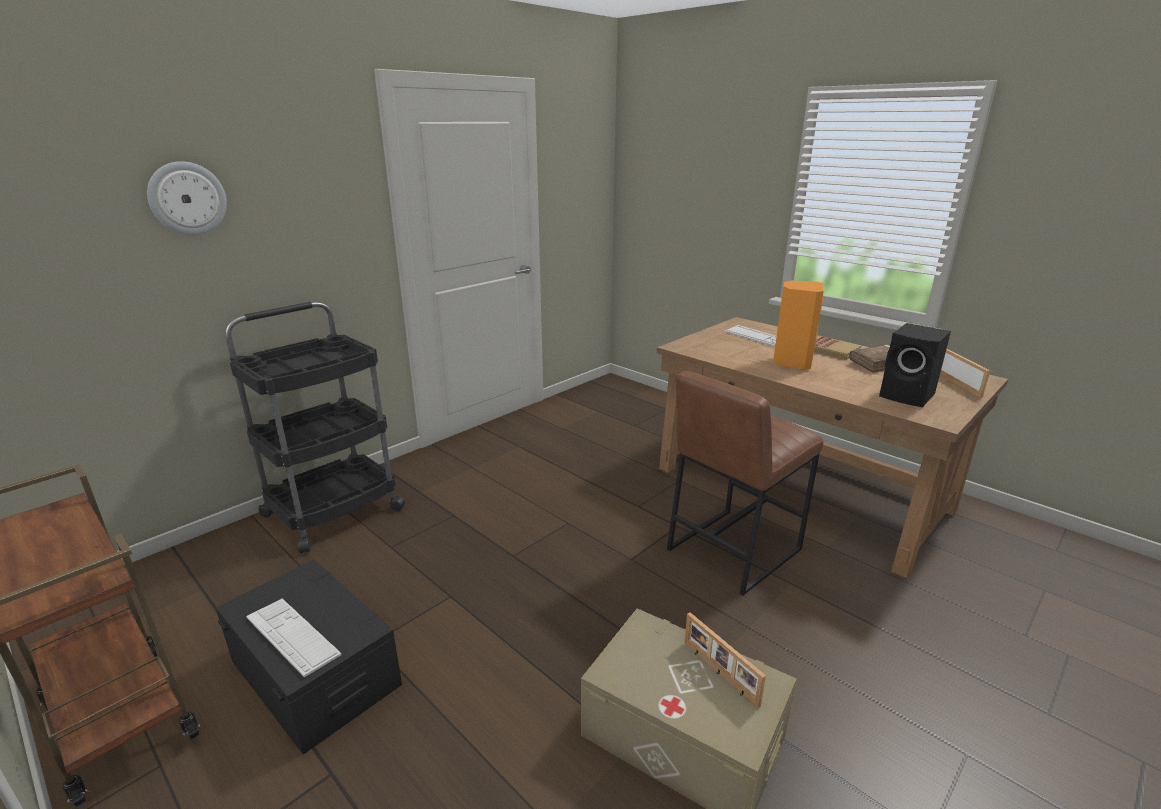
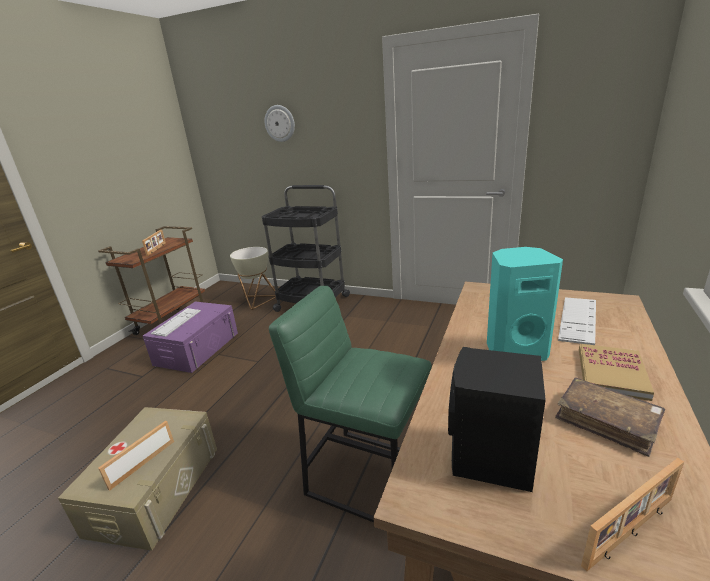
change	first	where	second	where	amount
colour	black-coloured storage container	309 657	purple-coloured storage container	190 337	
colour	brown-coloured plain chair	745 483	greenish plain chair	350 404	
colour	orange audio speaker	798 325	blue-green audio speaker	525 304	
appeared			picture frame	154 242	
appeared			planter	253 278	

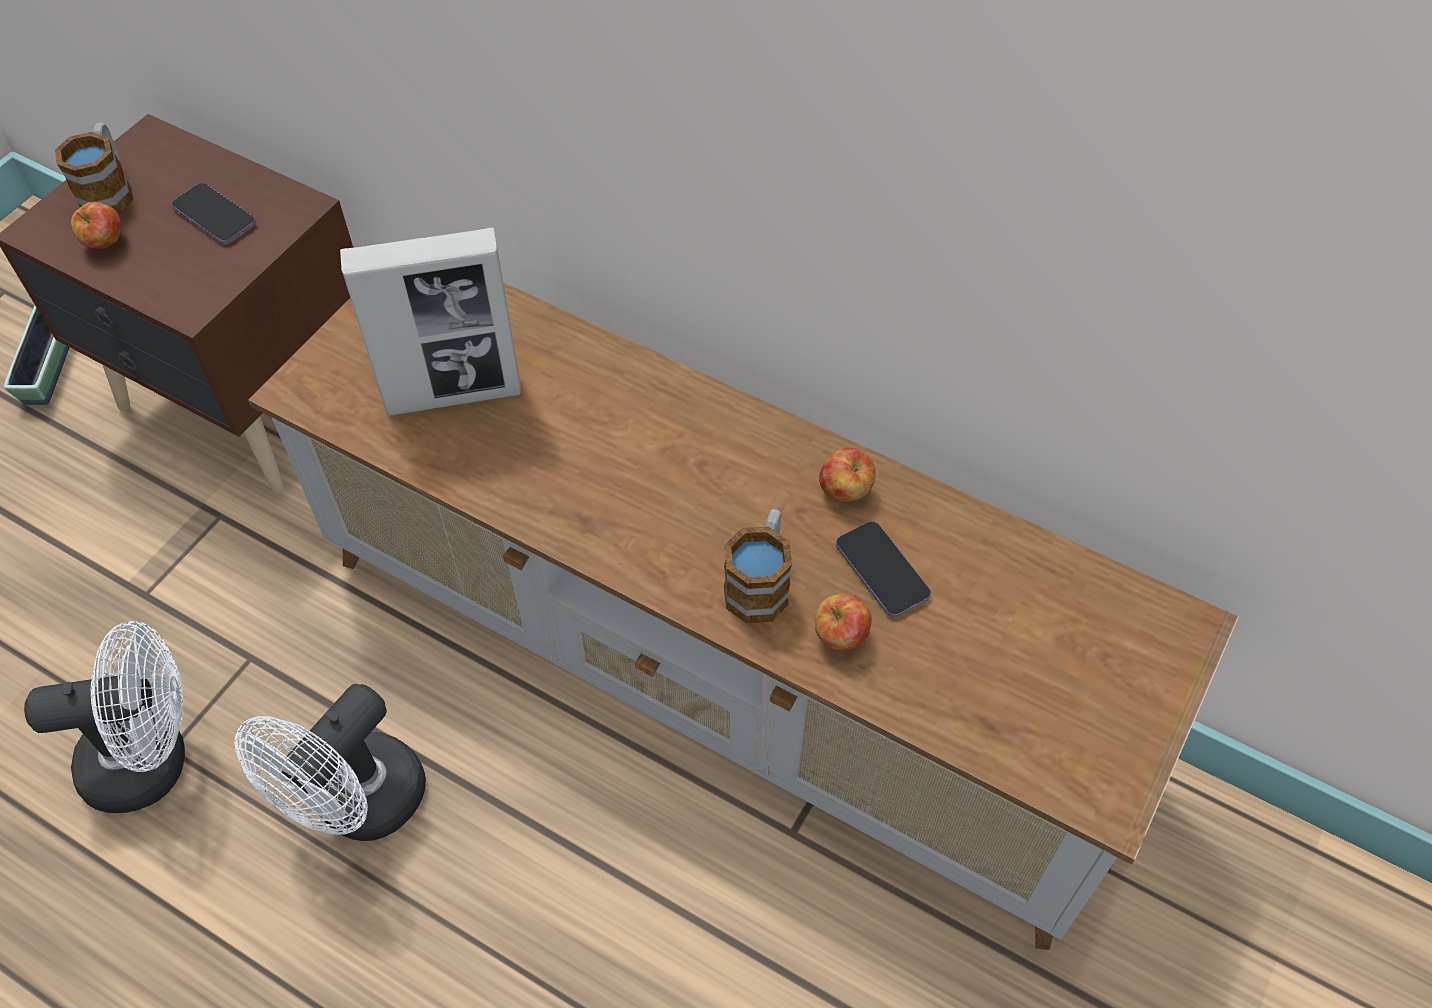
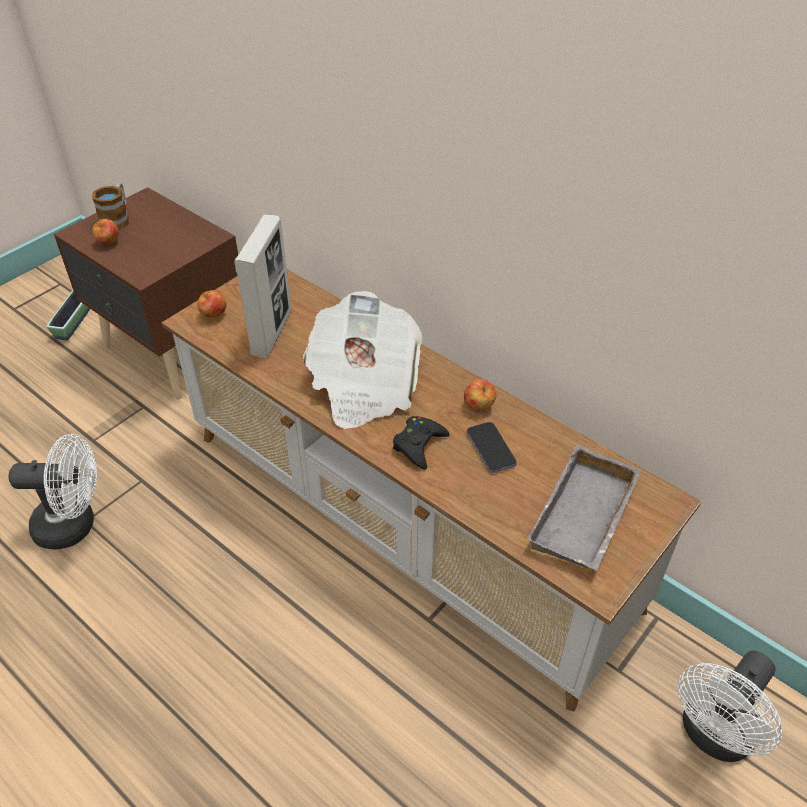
change	first	where	second	where	amount
missing	telephone	214 213			
relocated	white-coloured electric fan	330 762		730 706	
spun	picture frame	431 322		263 286	75 degrees counterclockwise
exchanged	mug	758 566	black-coloured gamepad	421 443	
relocated	apple fruit	843 621		212 303	
appeared			newspaper	363 360	
appeared			gray carrying tray	584 508	

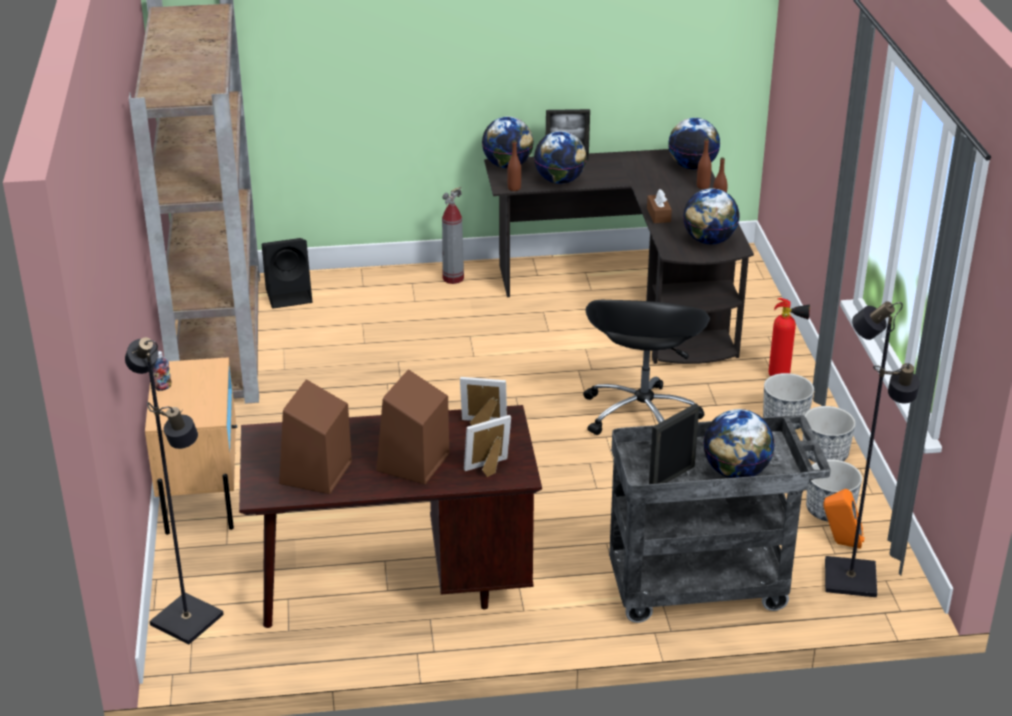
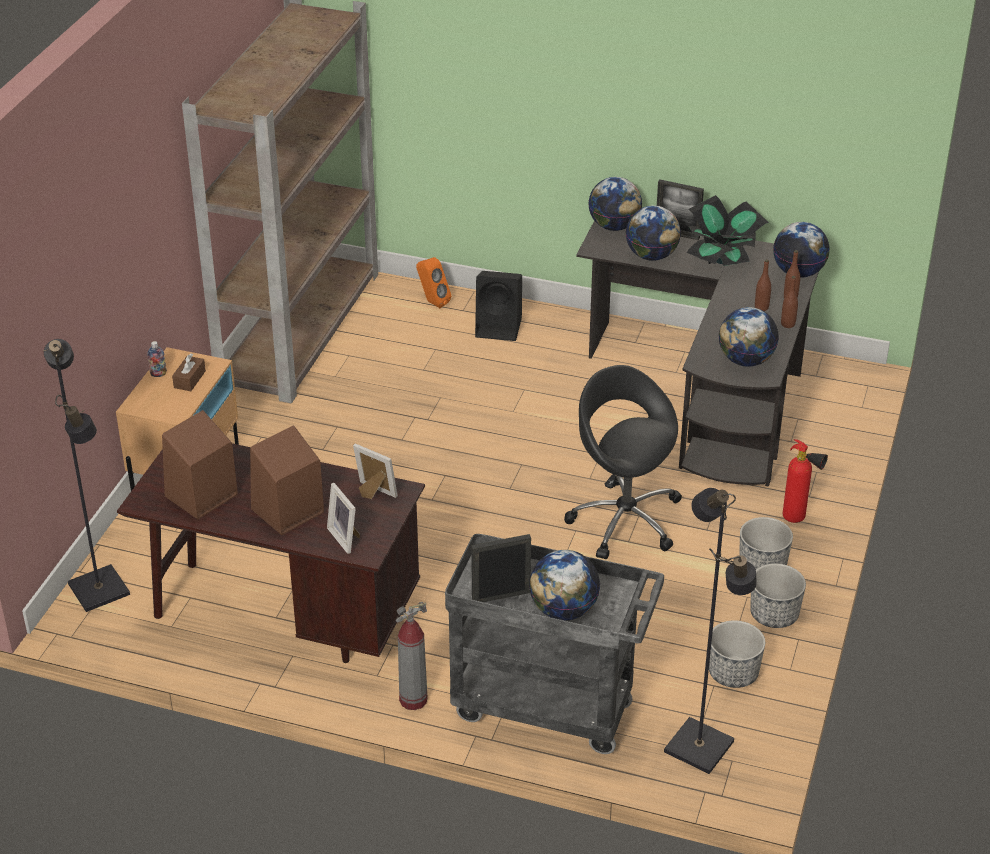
change	first	where	second	where	amount
relocated	black-coloured audio speaker	287 273		498 306	
relocated	fire-fighting cylinder	453 235		412 656	
spun	picture frame	487 446		343 518	120 degrees counterclockwise
relocated	brown-coloured beverage bottle	514 165		763 285	
spun	black-coloured computer chair	646 367		623 462	90 degrees clockwise
relocated	brown-coloured box of tissues	659 206		189 372	
relocated	orange audio speaker	844 519		433 282	
appeared			houseplant	728 230	

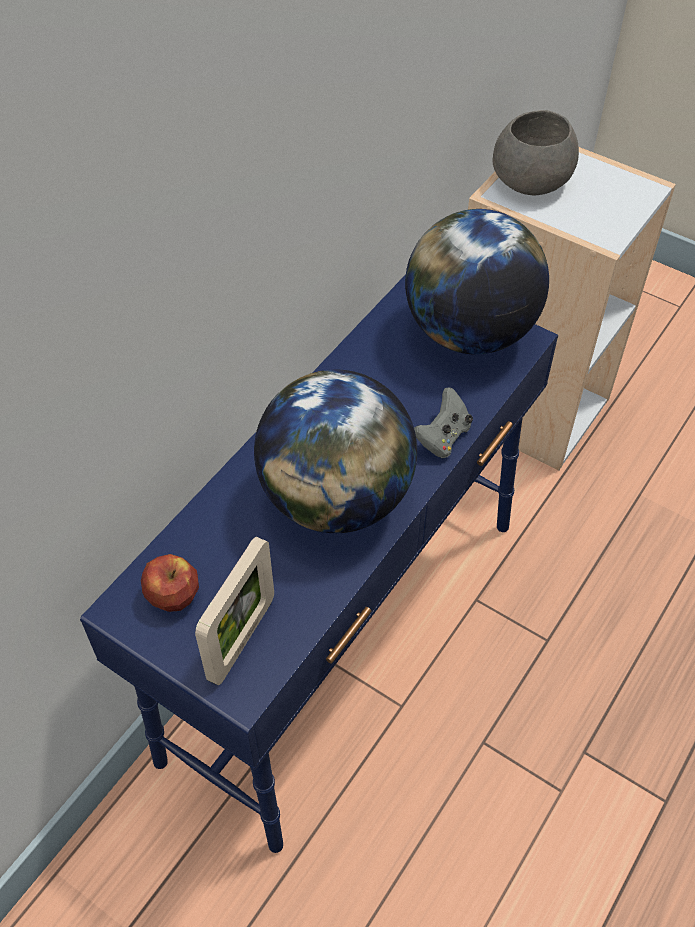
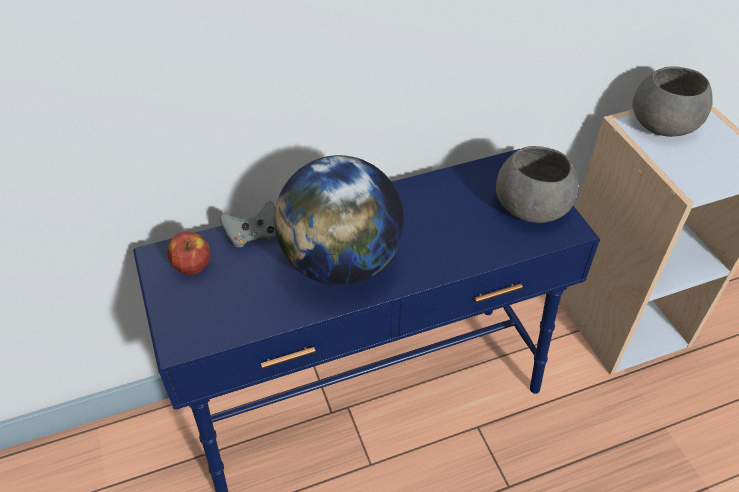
change	first	where	second	where	amount
missing	picture frame	234 611			
exchanged	desk globe	477 281	gray serving bowl	537 184	
relocated	gray gamepad	443 422		248 223	

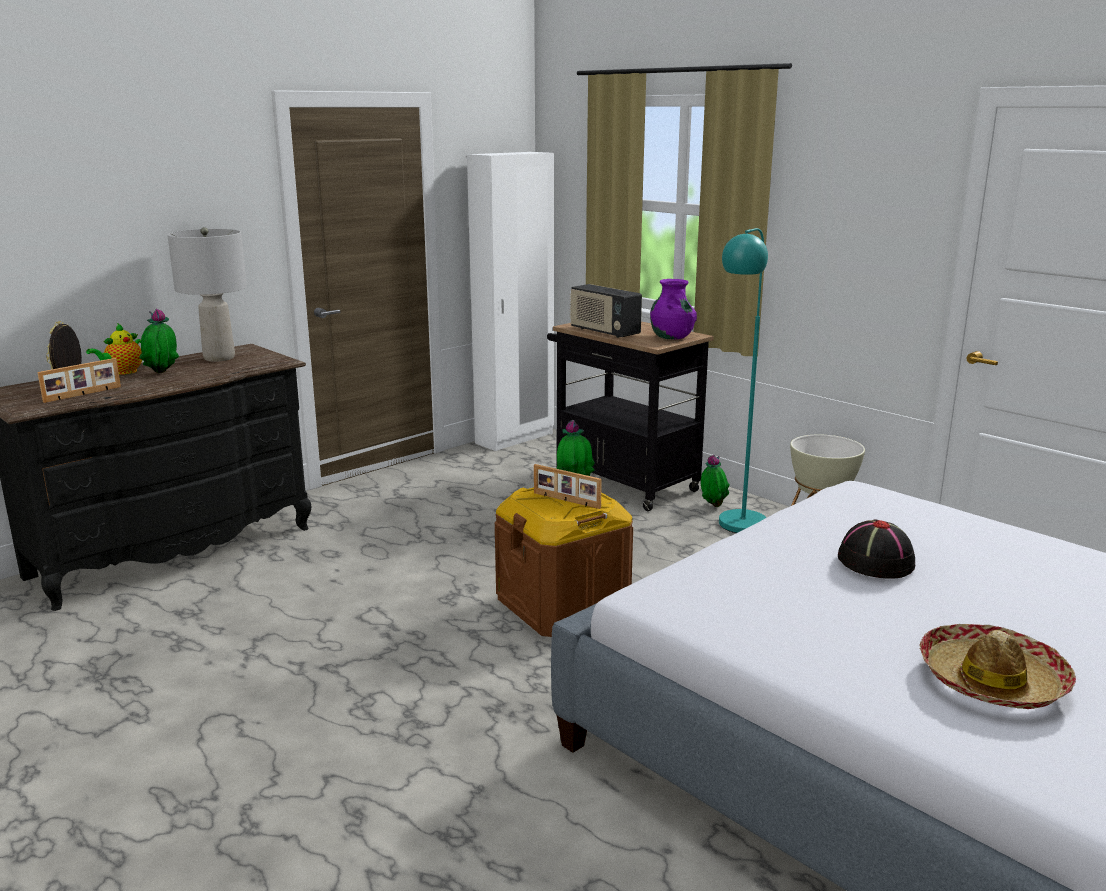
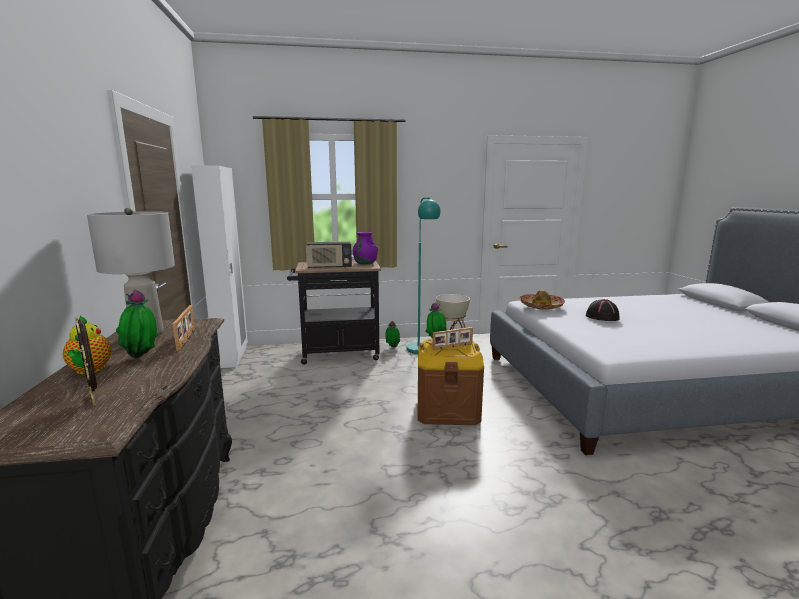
change	first	where	second	where	amount
relocated	picture frame	79 380		184 328	
relocated	clothing hat	997 666		542 300	

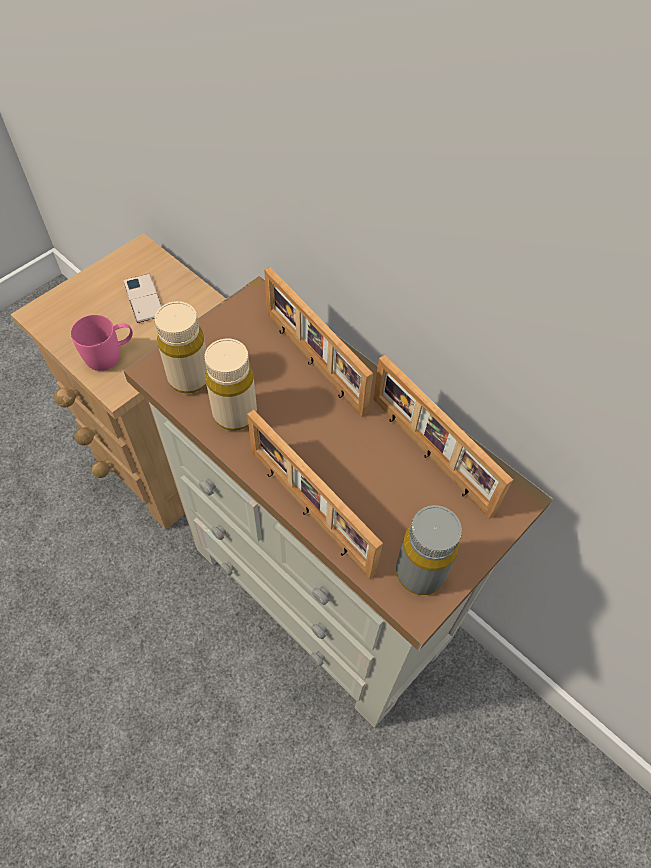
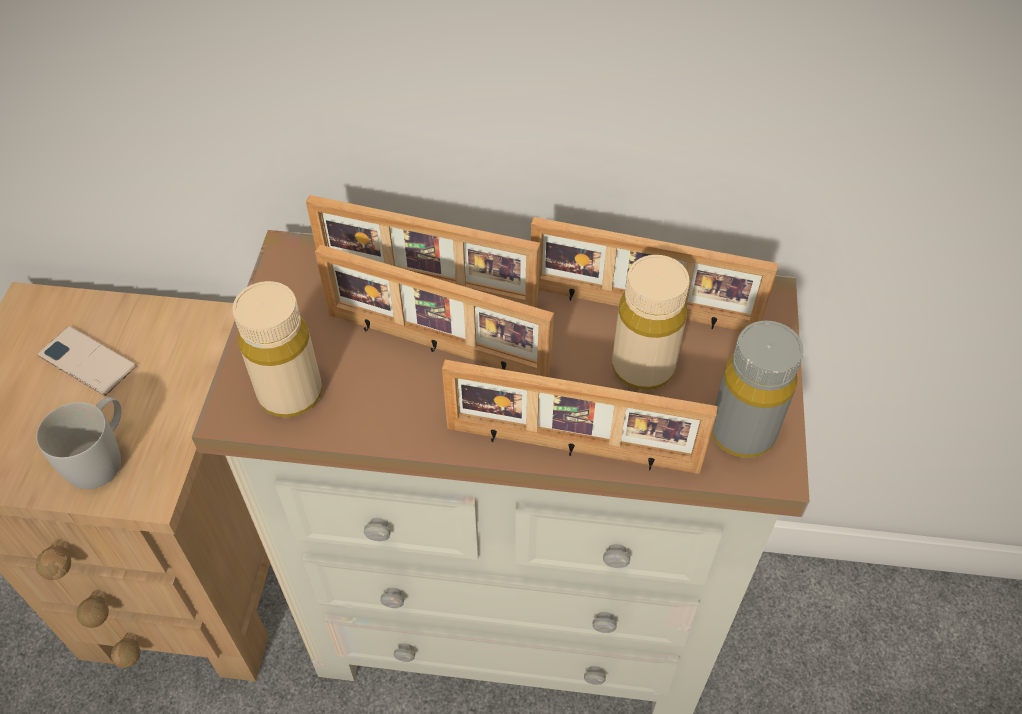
change	first	where	second	where	amount
colour	pinkish mug	102 343	white-coloured mug	78 443	
relocated	sand-coloured beverage bottle	230 384		651 322	
appeared			picture frame	434 311	

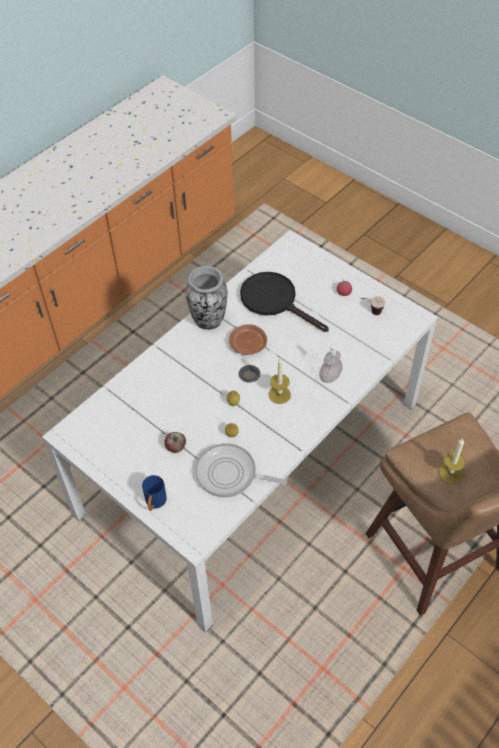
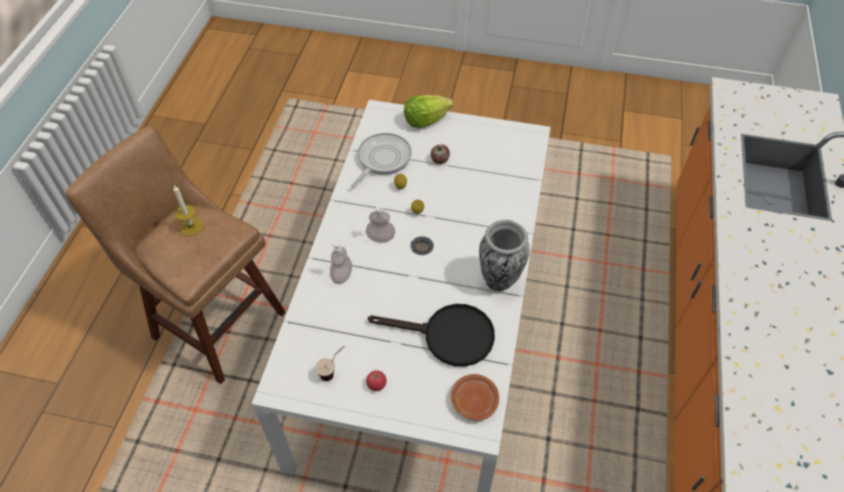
change	first	where	second	where	amount
exchanged	blue-coloured mug	154 493	lettuce head	428 111	
spun	pan	241 470		381 160	45 degrees counterclockwise
relocated	brown-coloured flat dish	248 339		475 397	
exchanged	wax light	280 380	soap dispenser	380 222	

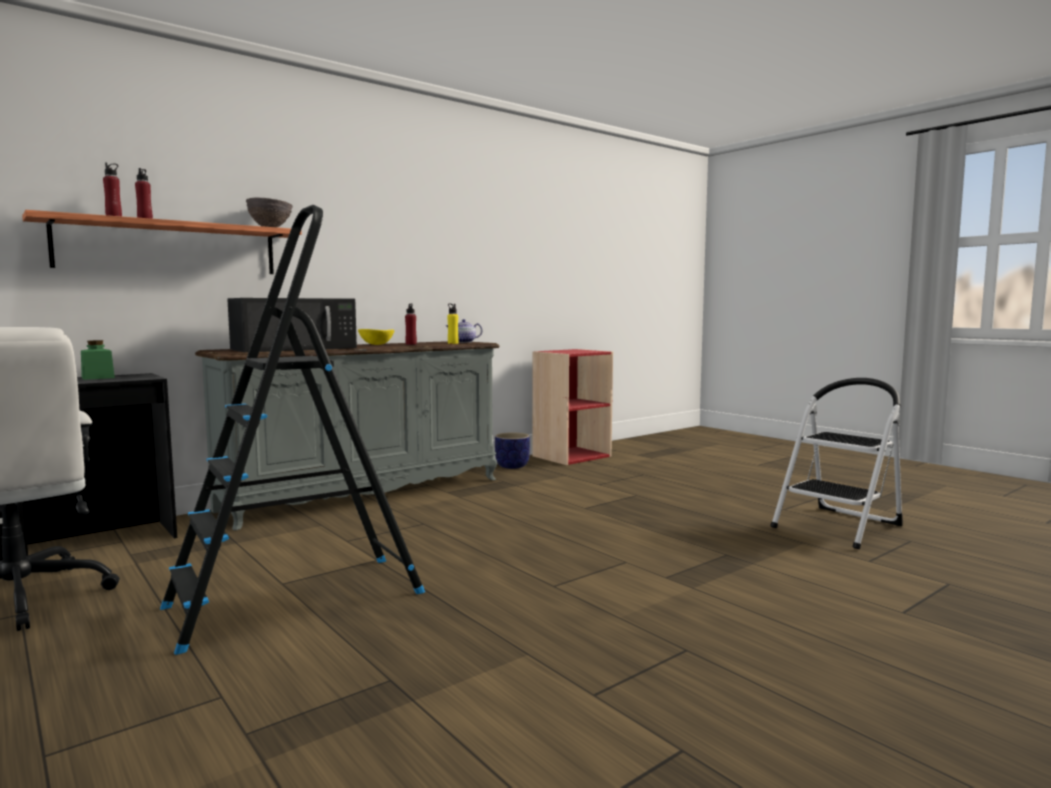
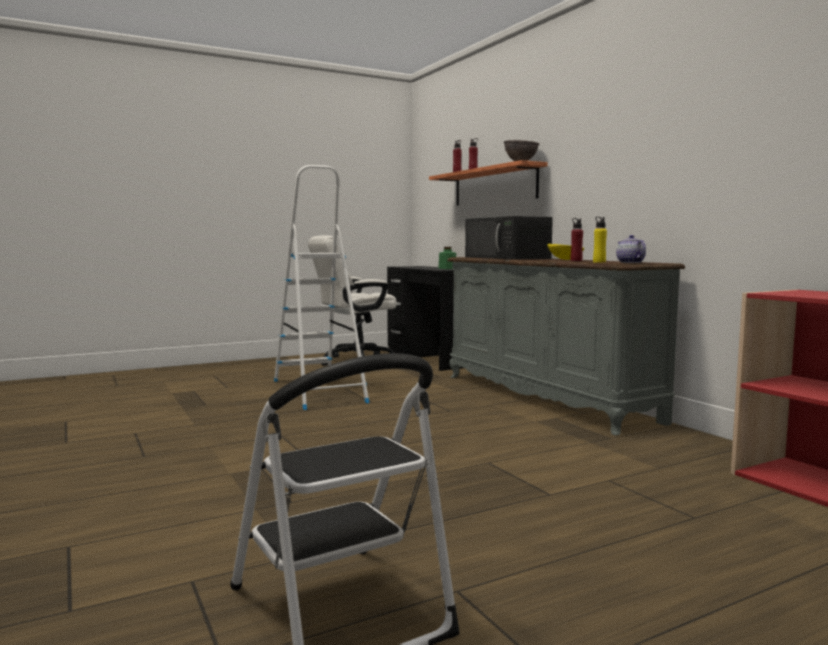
change	first	where	second	where	amount
colour	black-coloured stepladder	292 430	white-coloured stepladder	321 287	
missing	planter	512 450			

